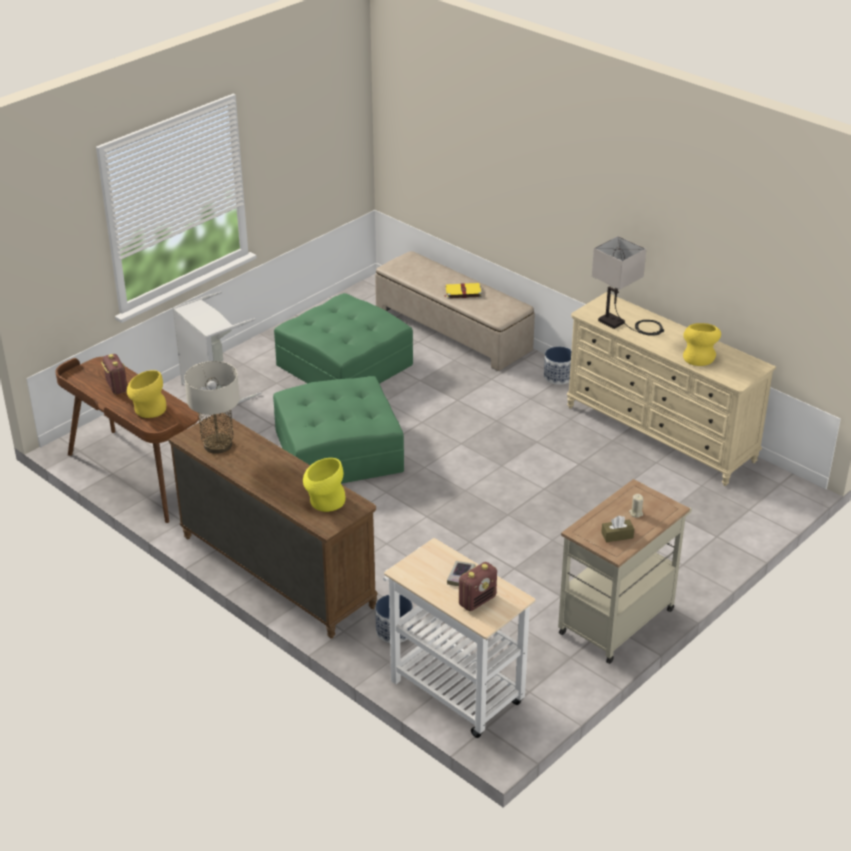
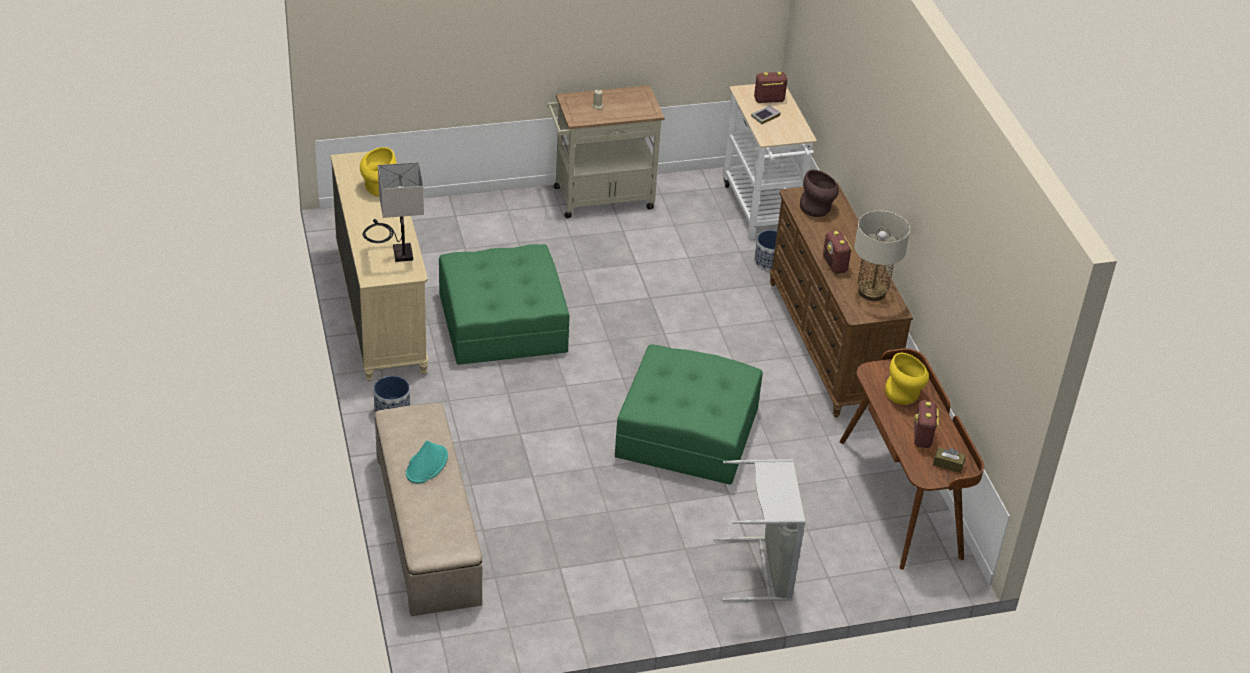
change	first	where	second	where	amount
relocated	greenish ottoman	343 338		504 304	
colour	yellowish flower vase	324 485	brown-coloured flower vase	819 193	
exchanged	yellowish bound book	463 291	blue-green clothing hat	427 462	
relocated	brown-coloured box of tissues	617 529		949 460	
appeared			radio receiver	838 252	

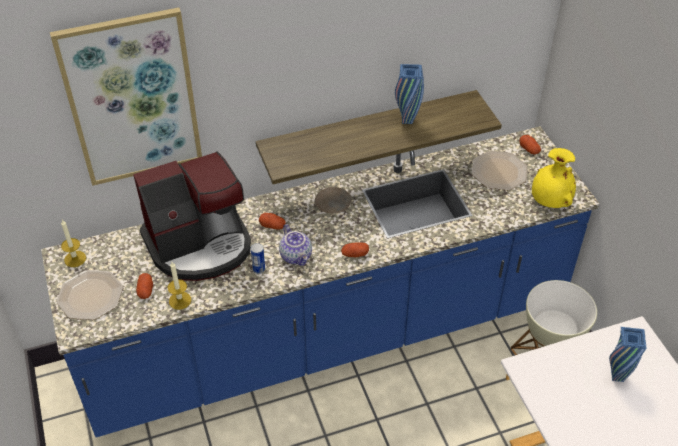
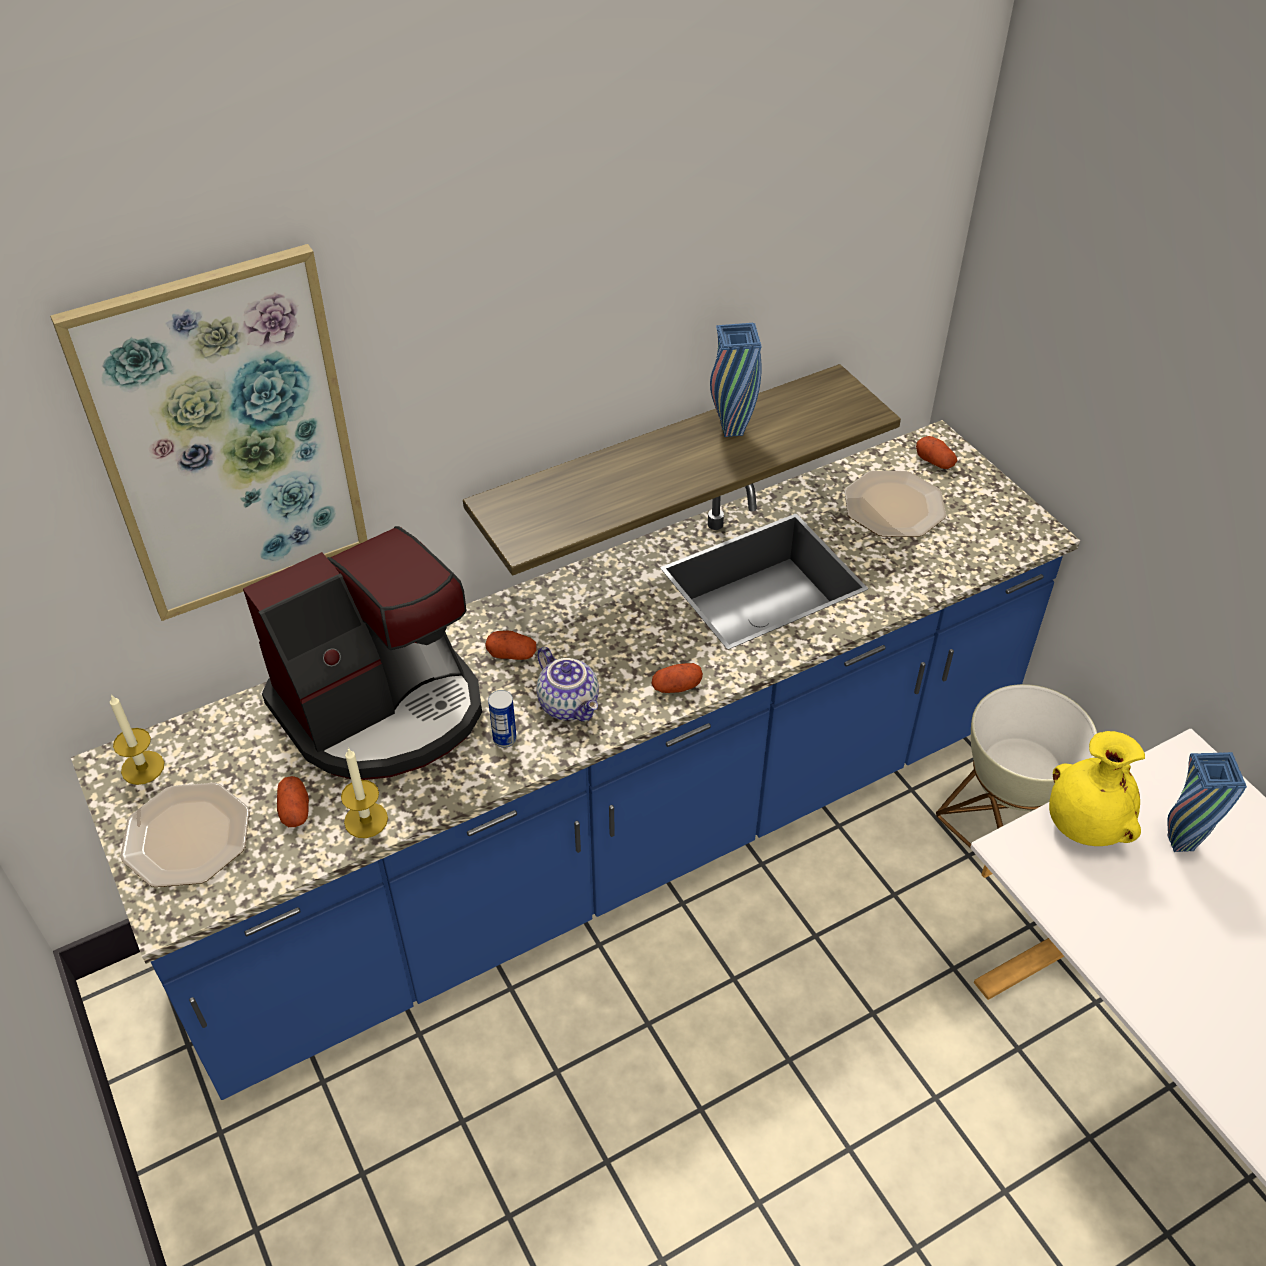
change	first	where	second	where	amount
missing	sand-coloured flat dish	333 200			
relocated	yellowish flower vase	554 178		1097 788	

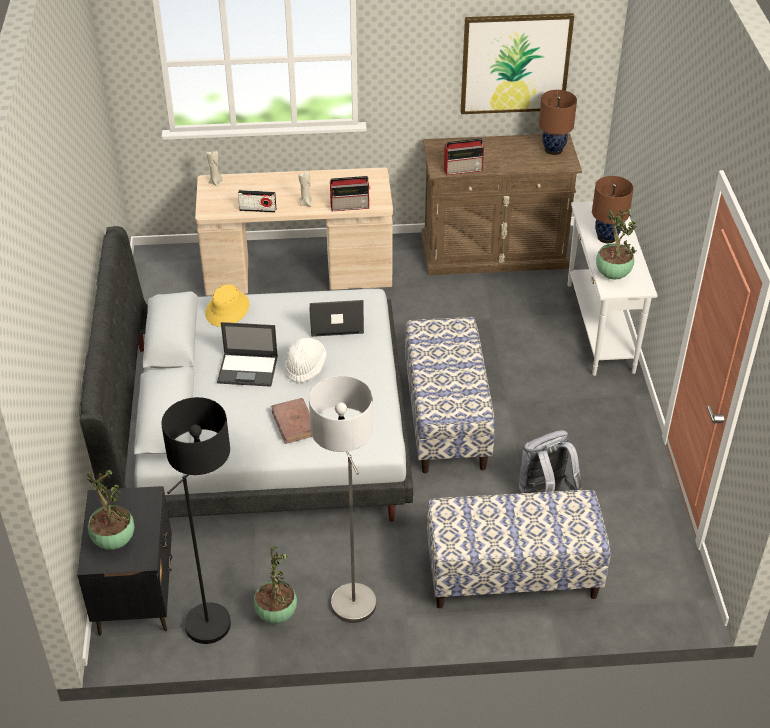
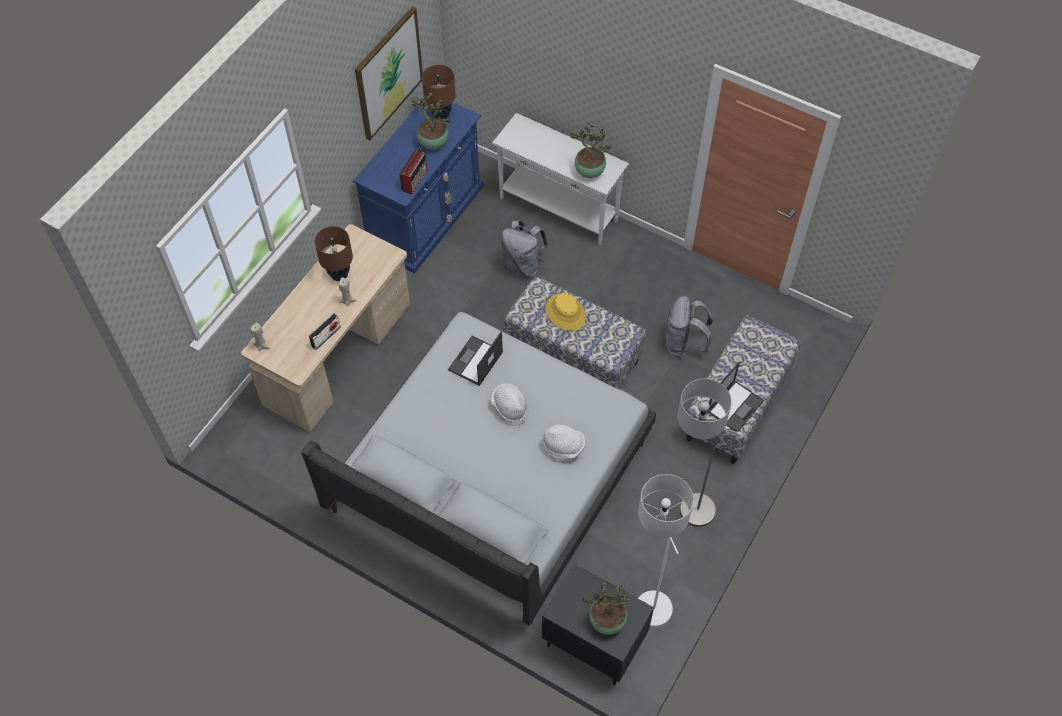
change	first	where	second	where	amount
colour	black-coloured standing lamp	196 520	white-coloured standing lamp	666 550	
relocated	yellowish clothing hat	227 306		566 312	
relocated	portable computer	247 354		735 397	
relocated	houseplant	275 585		431 121	
exchanged	brown-coloured bound book	291 421	white-coloured clothing hat	564 442	
missing	radio receiver	350 193			
colour	brown-coloured chest of drawers	501 204	blue-coloured chest of drawers	418 186	
relocated	brown-coloured tabletop lamp	613 209		334 253	
appeared			gray knapsack	524 248	

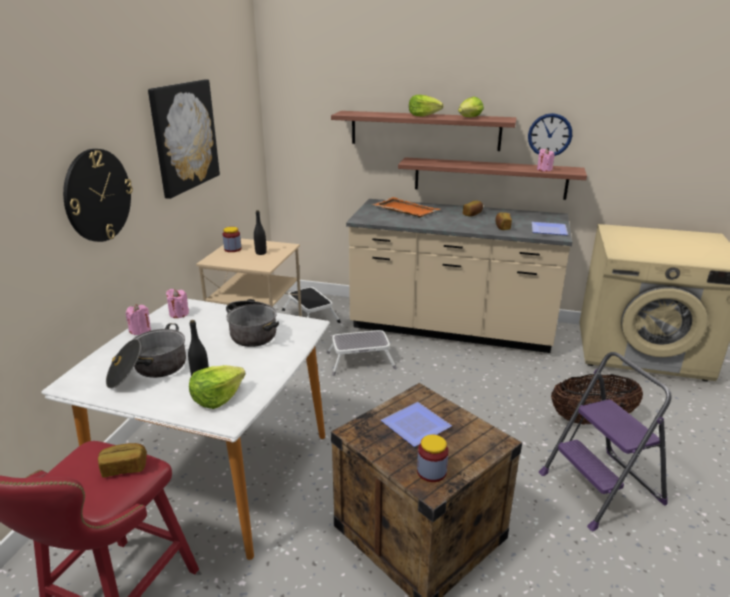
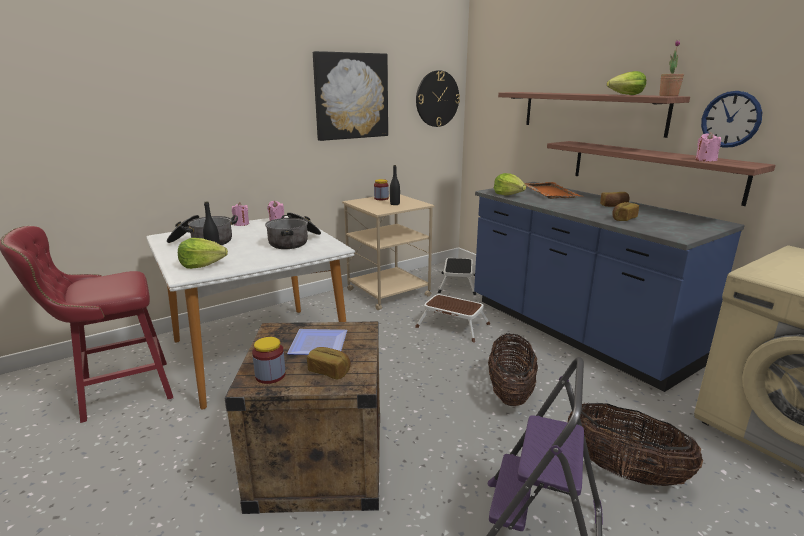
change	first	where	second	where	amount
relocated	wall clock	98 195		438 98	
relocated	bakery bread	122 460		329 363	
colour	gray stepladder	361 353	brown-coloured stepladder	452 318	
colour	sand-coloured counter	459 276	blue-coloured counter	609 287	
relocated	lettuce head	426 106		510 184	
missing	flat dish	550 228			
appeared			basket	513 369	
appeared			houseplant	671 67	

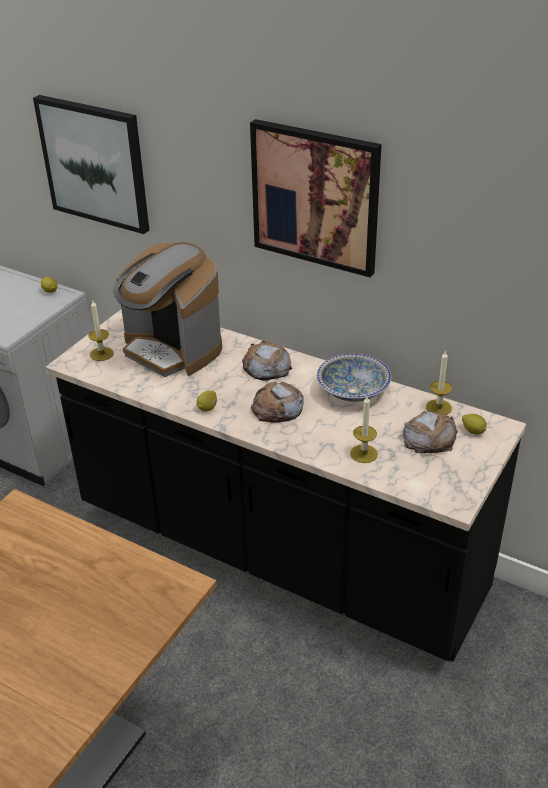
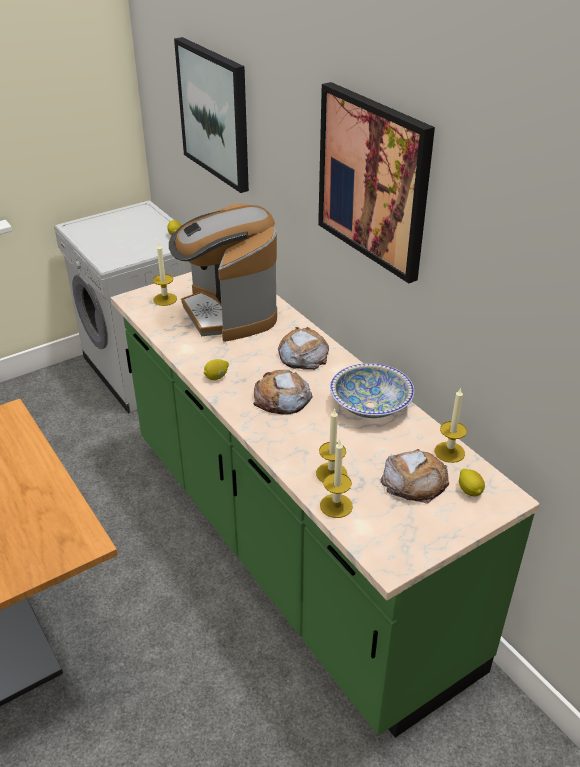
change	first	where	second	where	amount
colour	black-coloured counter	286 486	greenish counter	325 505	
appeared			wax light	336 478	

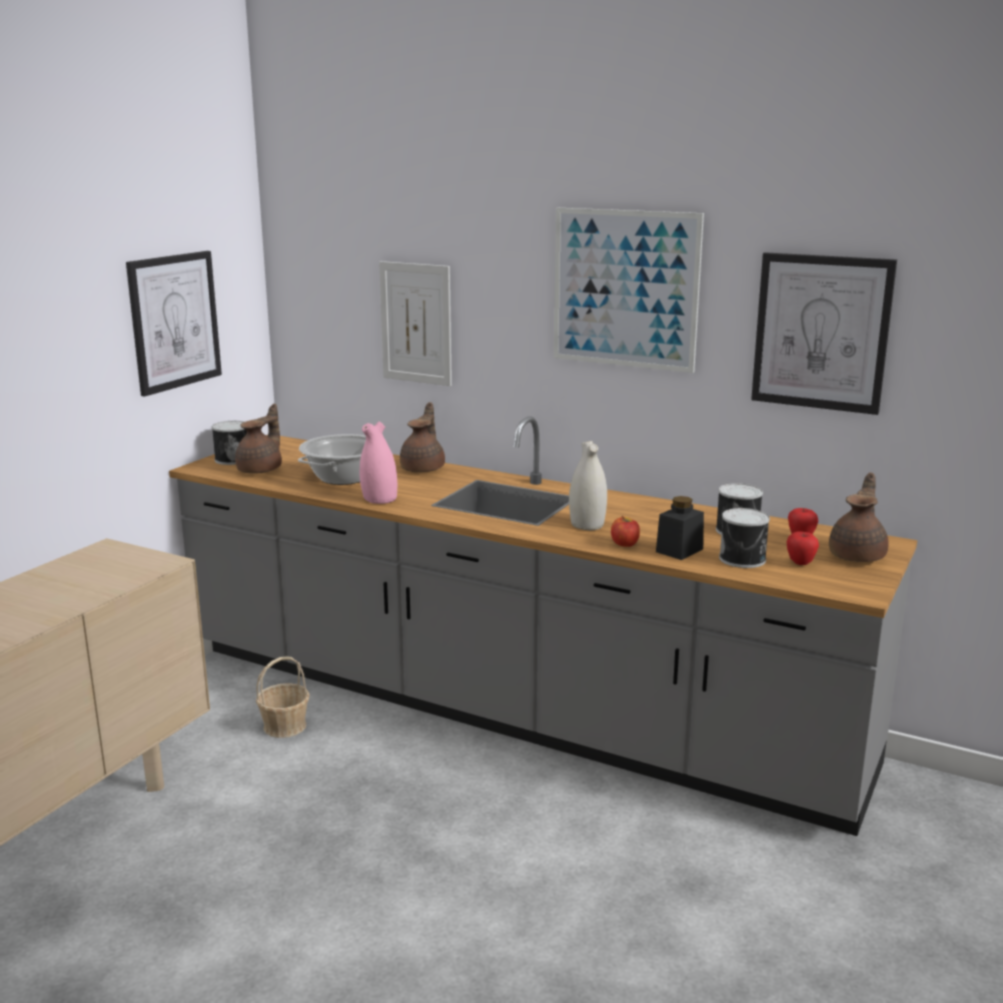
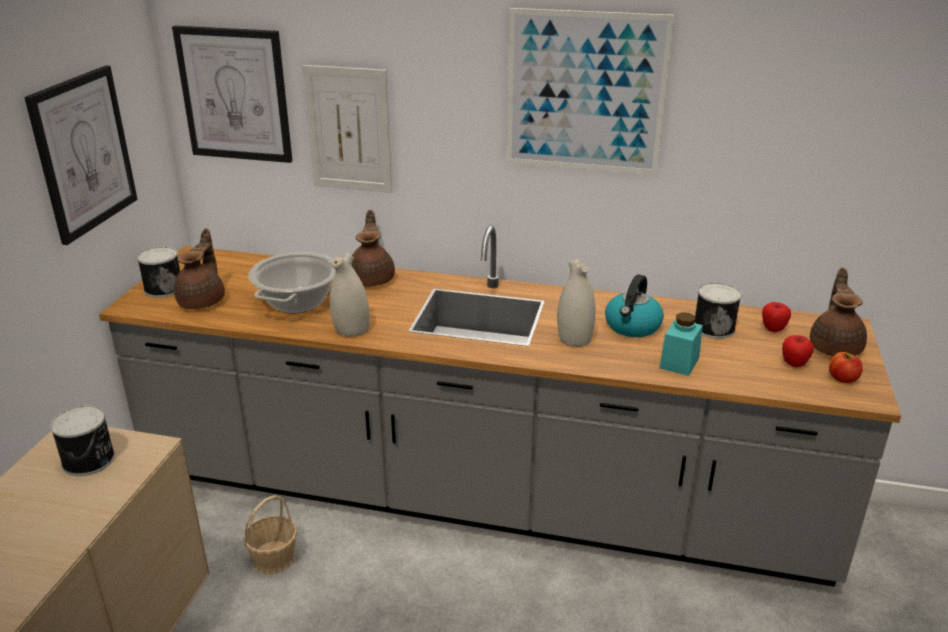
change	first	where	second	where	amount
colour	pinkish flower vase	378 463	white-coloured flower vase	350 295	
relocated	apple fruit	625 531		846 367	
colour	black-coloured preserve jar	680 528	blue-green preserve jar	681 344	
relocated	sealed can	744 538		82 440	
relocated	wall picture	824 333		232 94	
appeared			water kettle	634 305	

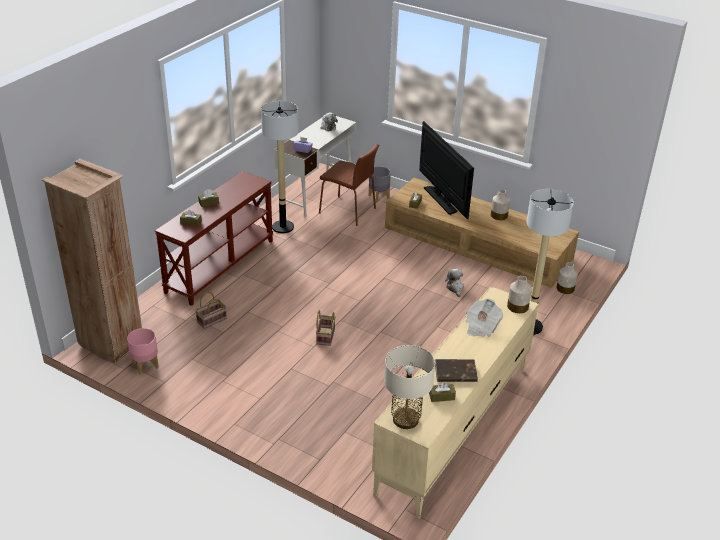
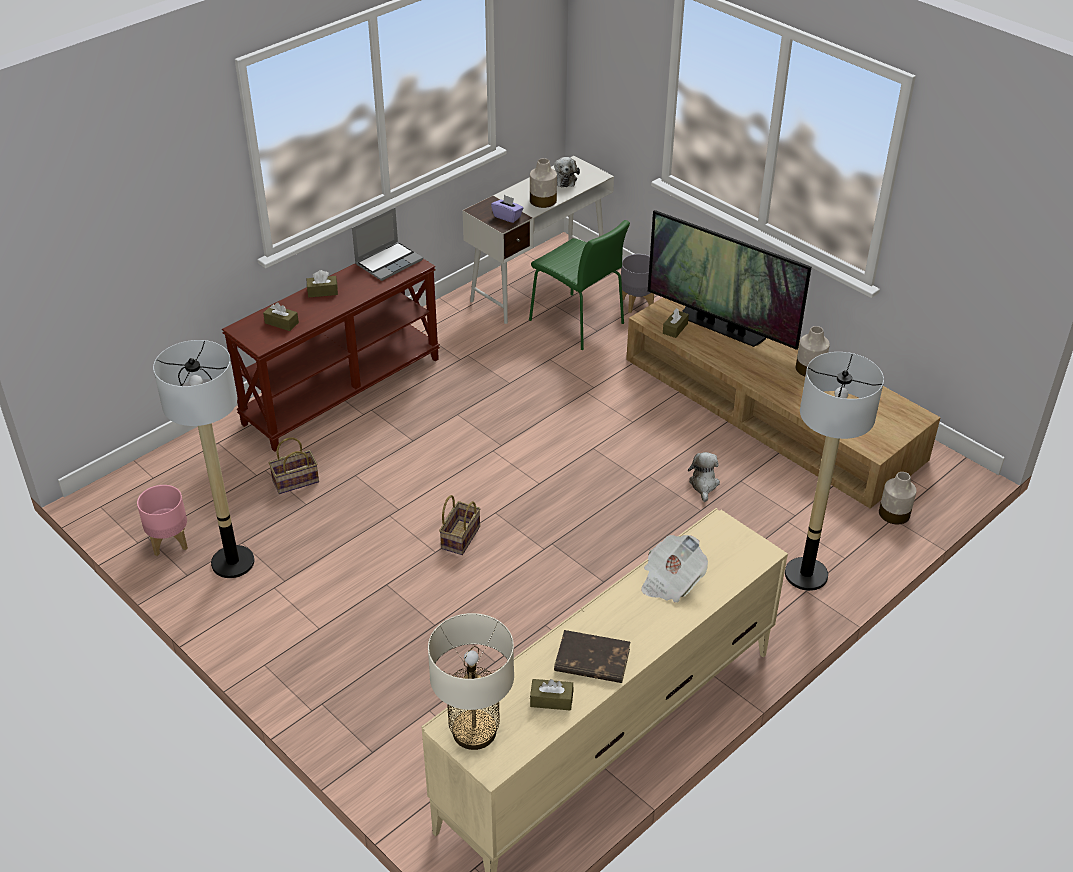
change	first	where	second	where	amount
missing	brown-coloured storage cabinet	92 261			
relocated	standing lamp	280 167		204 459	
colour	brown-coloured plain chair	349 185	greenish plain chair	579 285	
spun	television	446 170		729 280	135 degrees clockwise
relocated	sand-coloured flower vase	519 294		543 183	
appeared			portable computer	387 244	

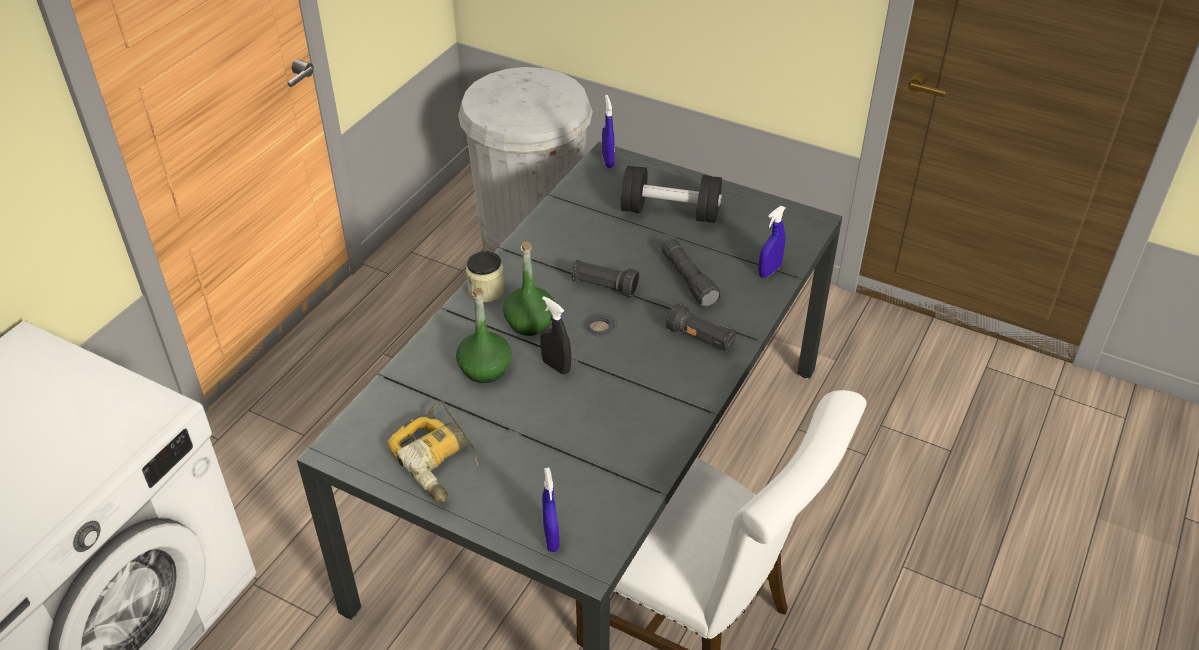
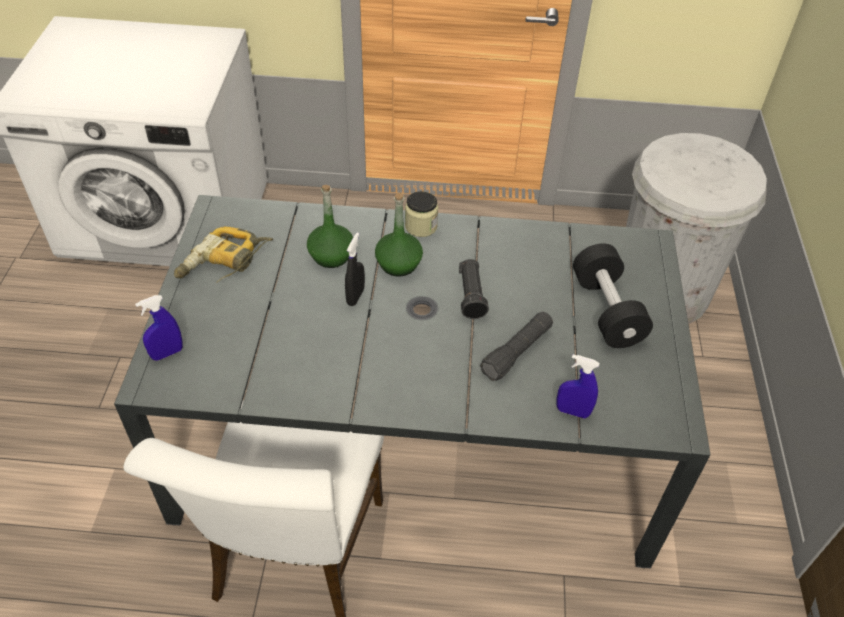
change	first	where	second	where	amount
missing	blue-coloured hand sprayer	608 131			
missing	black-coloured hand torch	701 327			

